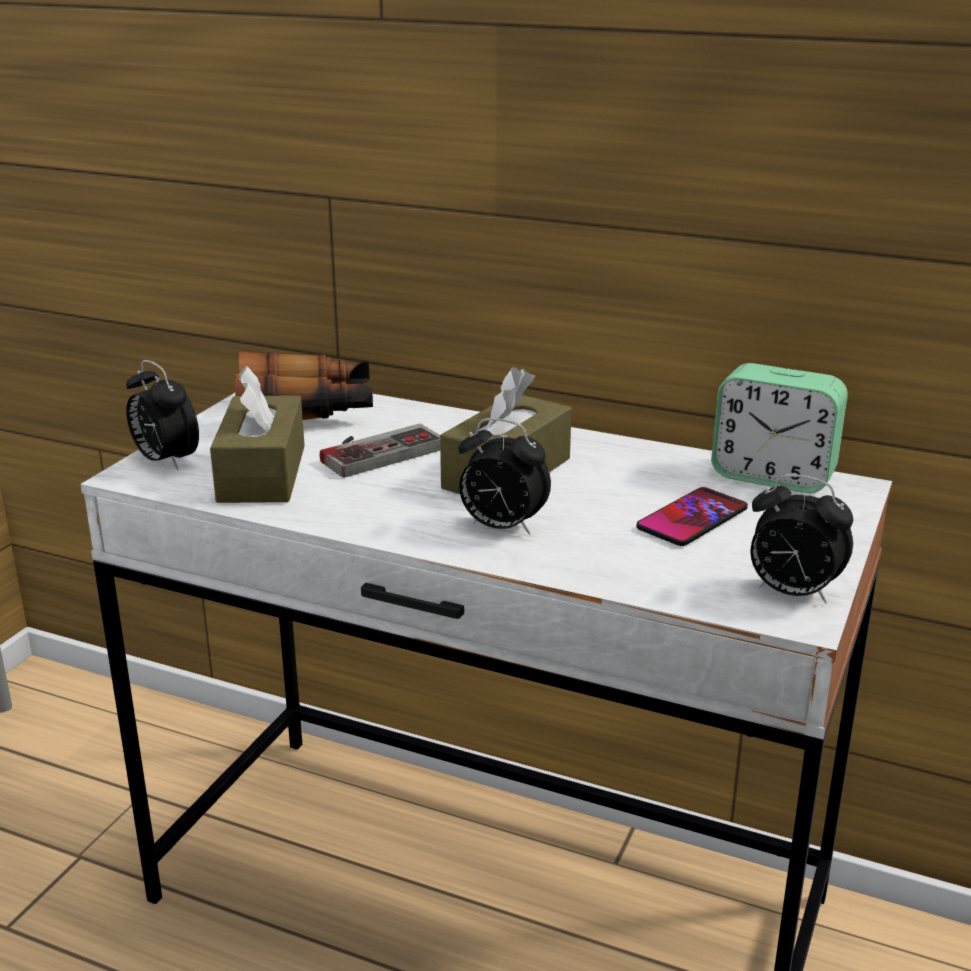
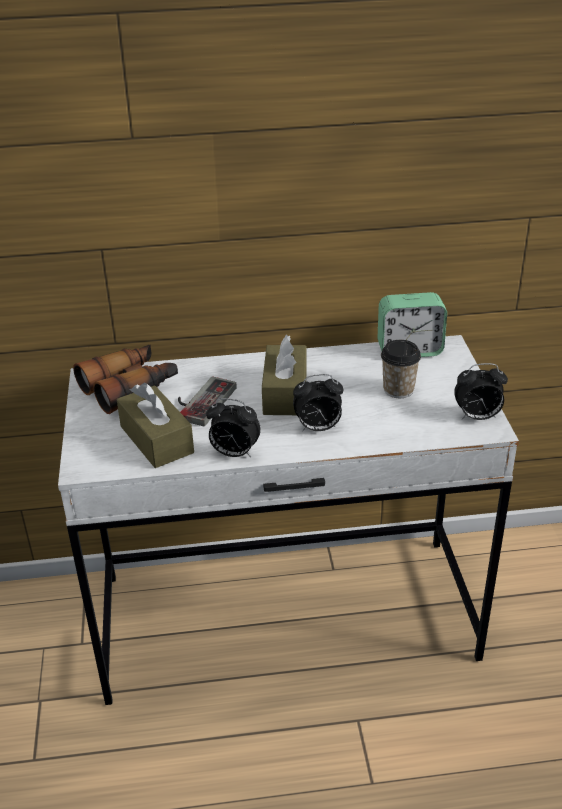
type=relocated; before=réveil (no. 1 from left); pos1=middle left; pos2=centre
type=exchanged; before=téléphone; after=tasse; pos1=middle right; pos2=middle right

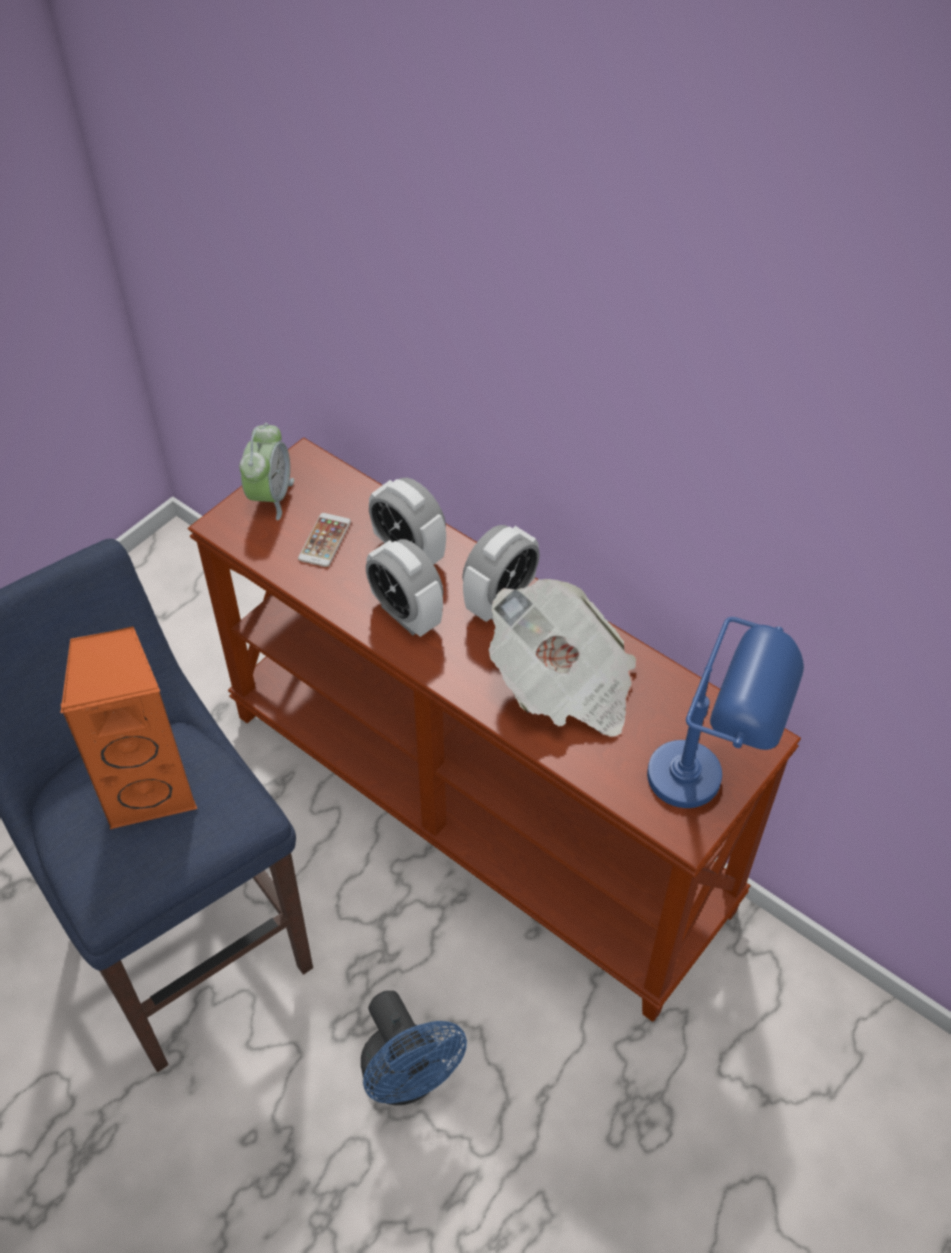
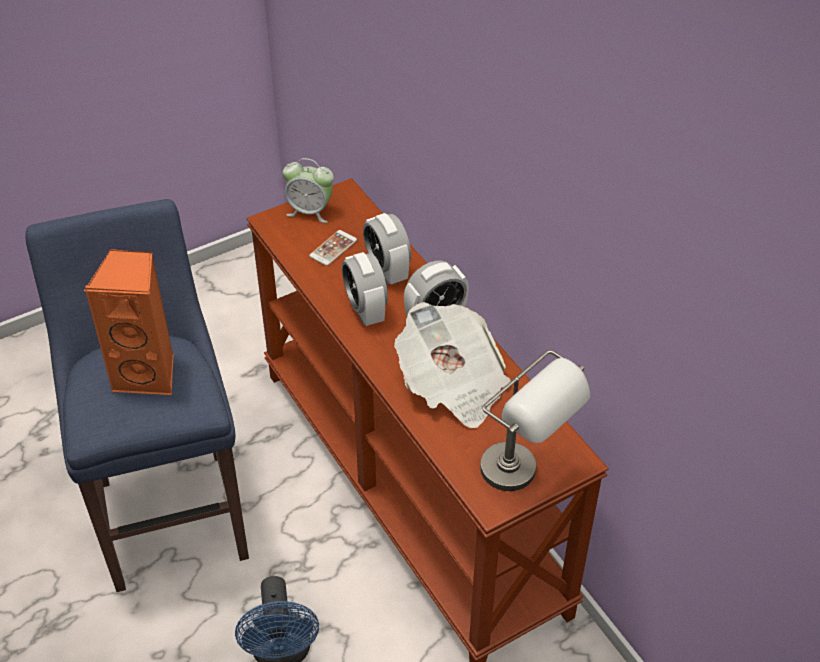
type=spun; before=réveil (no. 1 from left); pos1=middle left; pos2=top centre; turn=75
type=colour; before=lampe de table [bleu]; after=lampe de table [gris]; pos1=middle right; pos2=centre

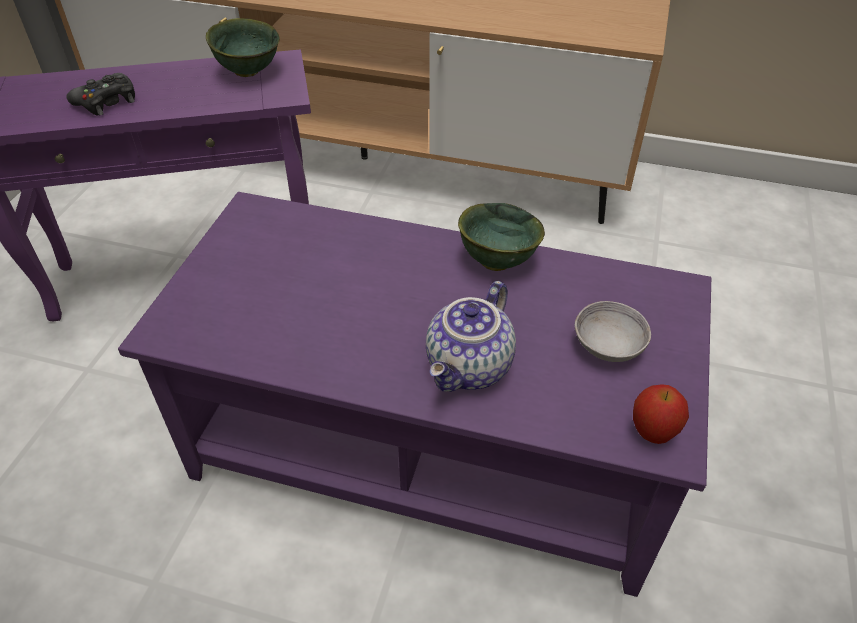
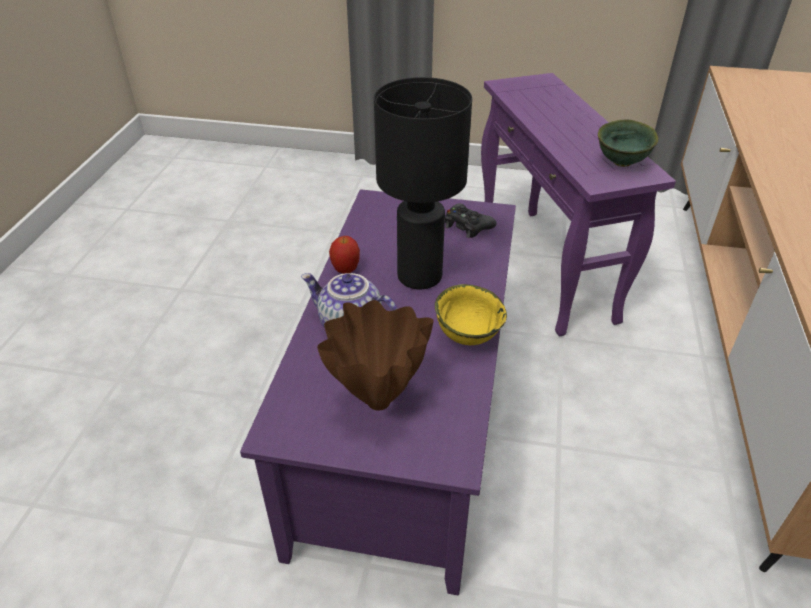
type=exchanged; before=bol [gris]; after=vase [marron]; pos1=middle right; pos2=centre
type=relocated; before=pomme; pos1=middle right; pos2=centre
type=appeared; after=lampe de table [noir]; pos2=top centre
type=colour; before=bol [vert] (no. 2 from left); after=bol [jaune]; pos1=centre; pos2=centre
type=relocated; before=manette [noir]; pos1=top left; pos2=centre

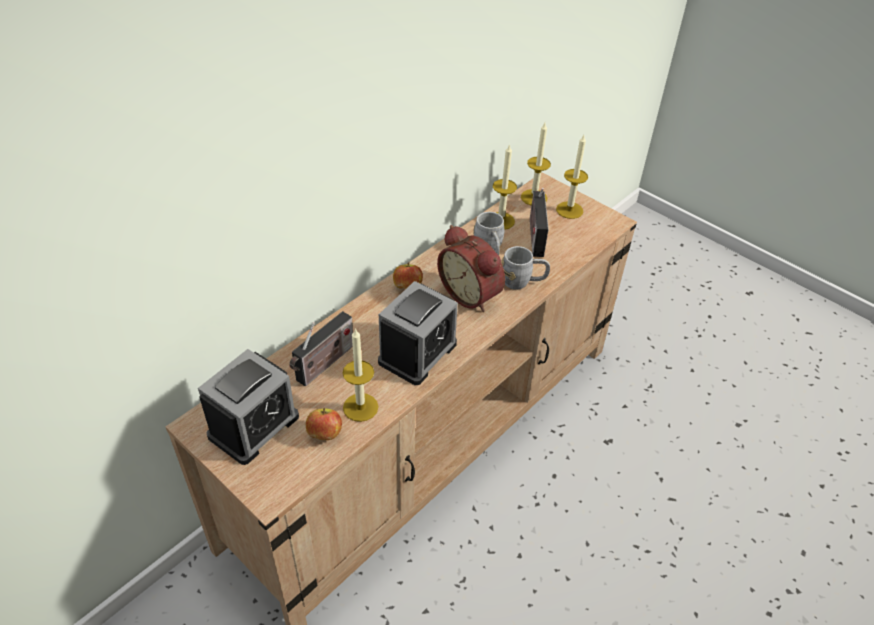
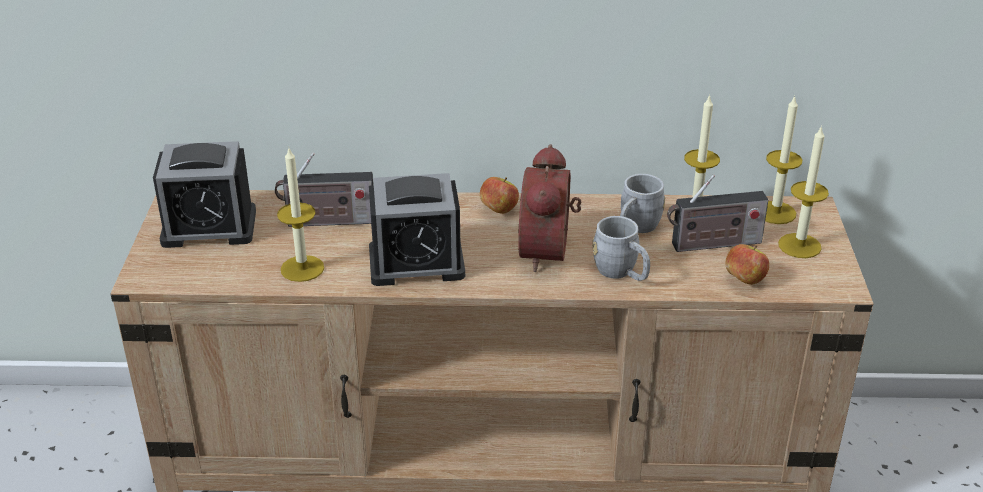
type=spun; before=radio (no. 2 from left); pos1=centre; pos2=middle right; turn=-150
type=relocated; before=pomme (no. 1 from left in the first image); after=pomme (no. 2 from left); pos1=bottom centre; pos2=middle right

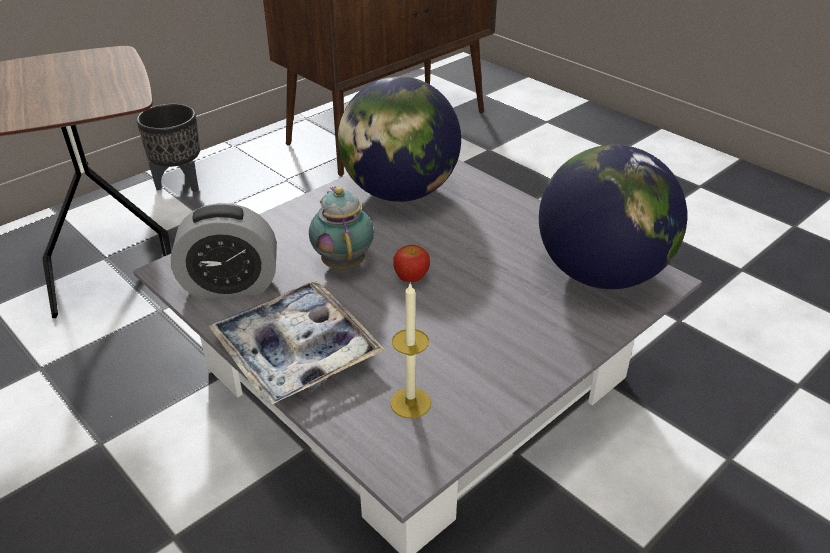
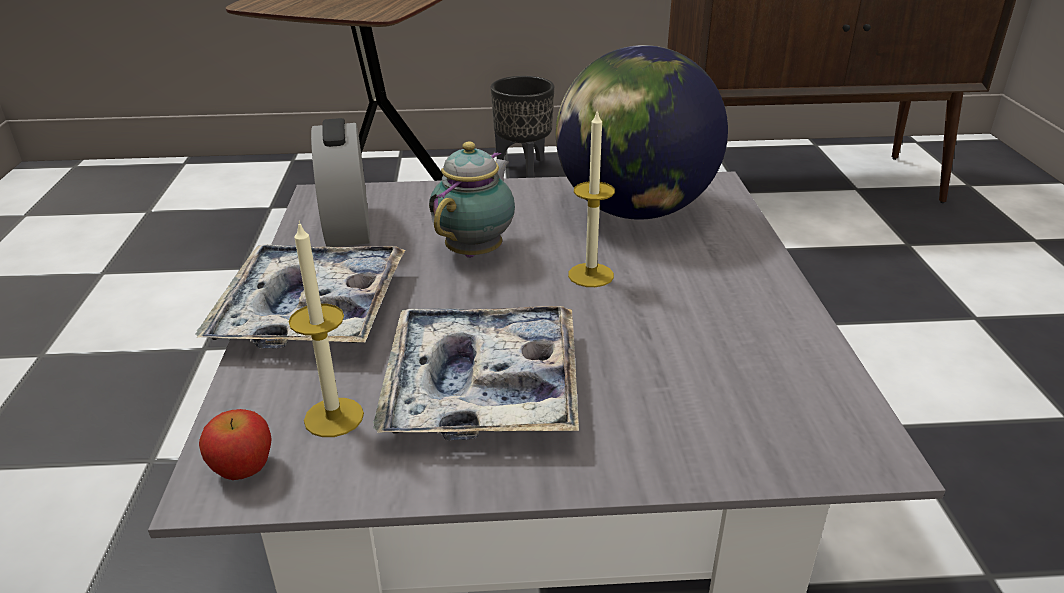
type=relocated; before=pomme; pos1=centre; pos2=bottom left
type=spun; before=réveil; pos1=middle left; pos2=top left; turn=45
type=appeared; after=plateau (no. 2 from left); pos2=centre
type=appeared; after=bougie (no. 2 from left); pos2=centre
type=missing; before=globe (no. 2 from left); pos1=middle right

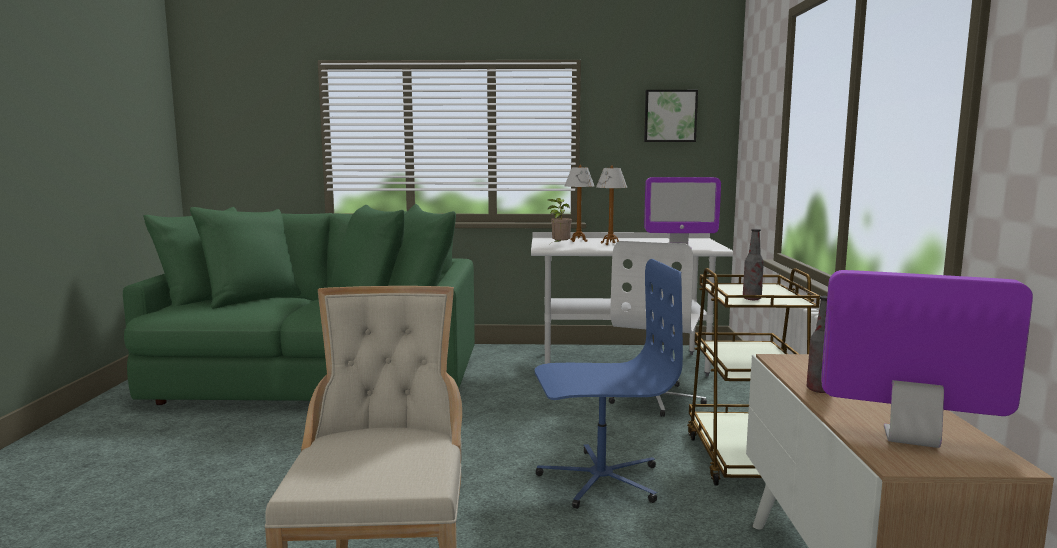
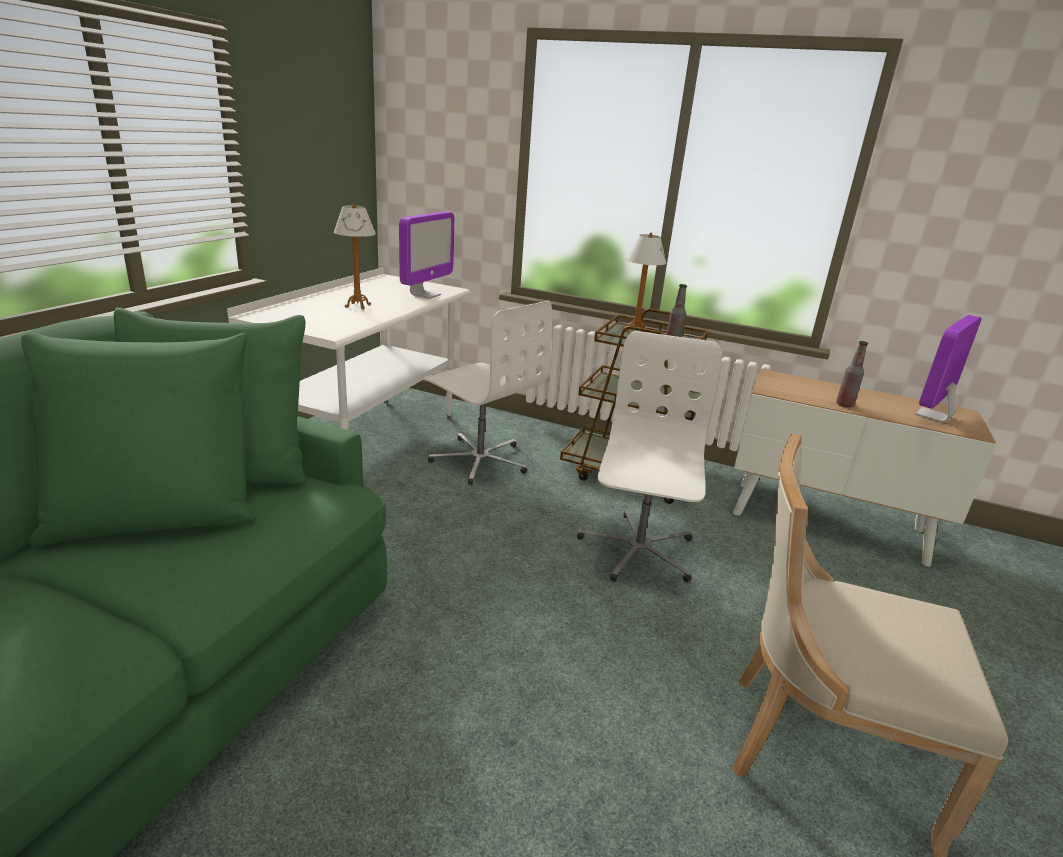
type=colour; before=chaise de bureau [bleu]; after=chaise de bureau [blanc] (no. 2 from left); pos1=bottom centre; pos2=centre
type=relocated; before=lampe de table (no. 1 from left in the first image); after=lampe de table (no. 2 from left); pos1=centre; pos2=top centre
type=missing; before=plante en pot; pos1=centre
type=missing; before=tableau; pos1=top centre

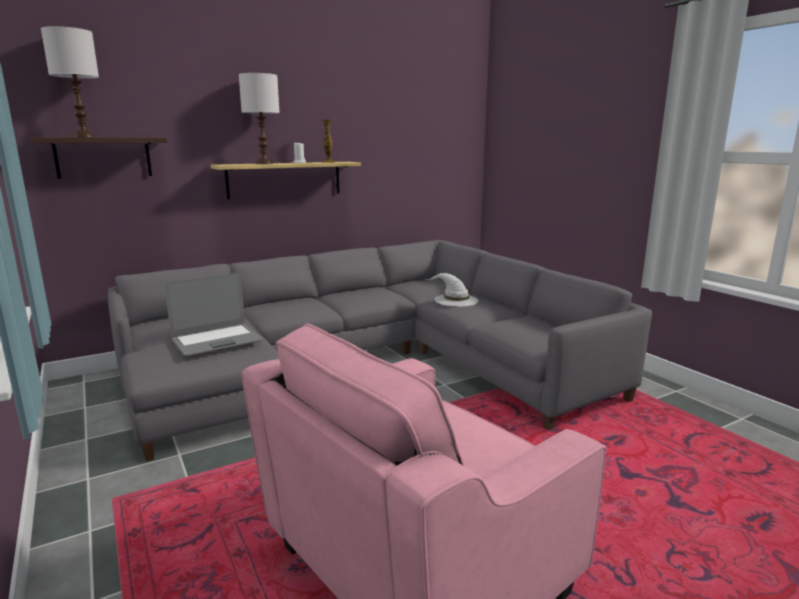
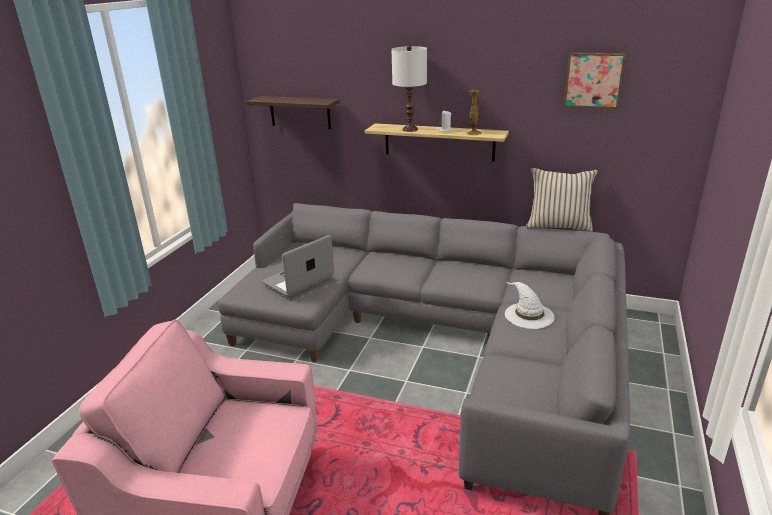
type=spun; before=ordinateur portable; pos1=middle left; pos2=centre; turn=120
type=appeared; after=coussin [beige]; pos2=middle right
type=appeared; after=tableau; pos2=top right
type=missing; before=lampe de table [blanc] (no. 1 from left); pos1=top left

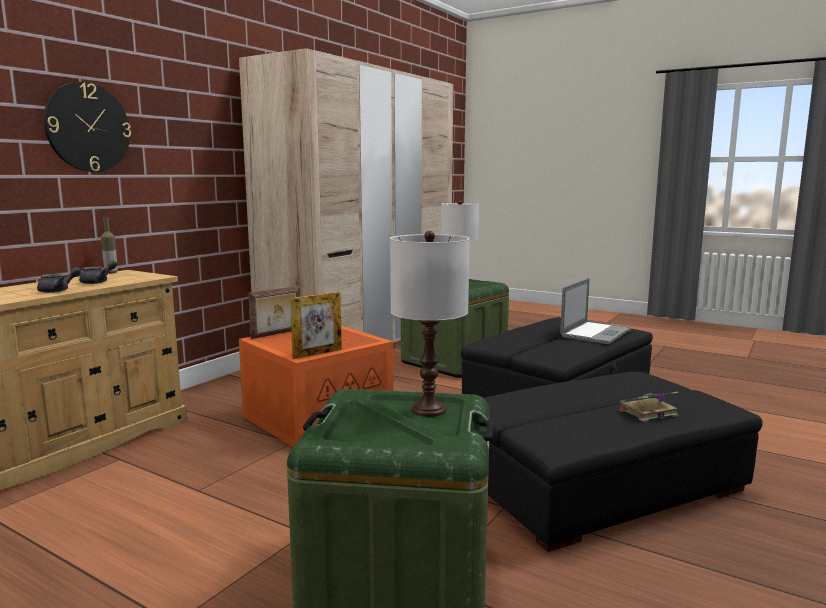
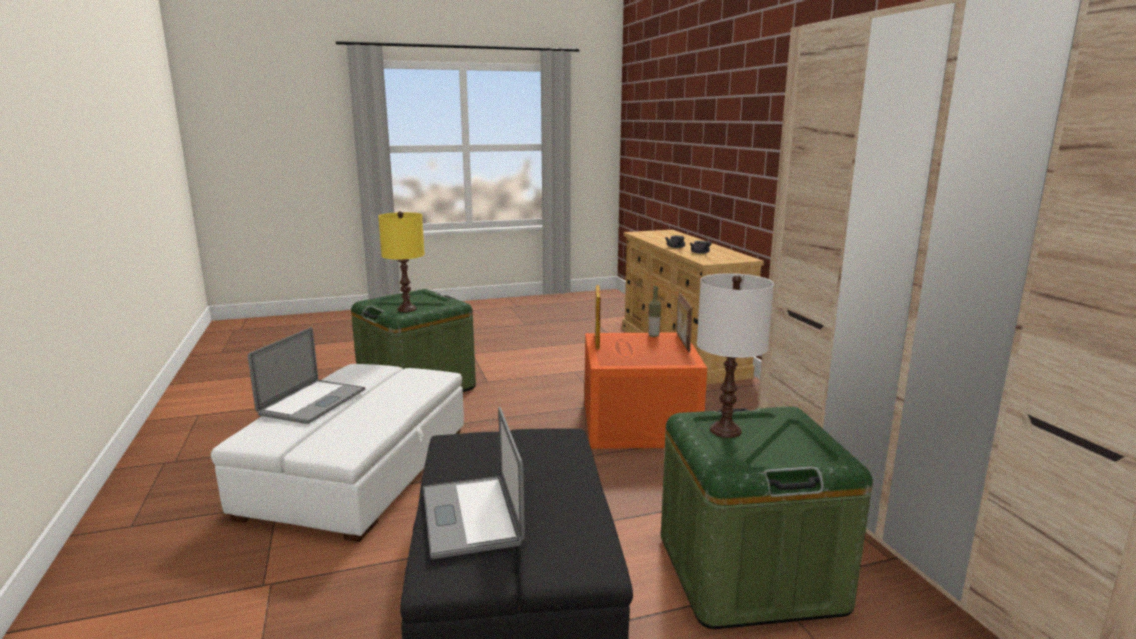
type=colour; before=pouf [noir] (no. 2 from left); after=pouf [blanc]; pos1=bottom right; pos2=bottom left
type=exchanged; before=livre; after=ordinateur portable (no. 1 from left); pos1=bottom right; pos2=middle left
type=colour; before=lampe de table [blanc] (no. 1 from left); after=lampe de table [jaune]; pos1=centre; pos2=centre
type=relocated; before=bouteille; pos1=middle left; pos2=centre
type=missing; before=horloge murale; pos1=top left

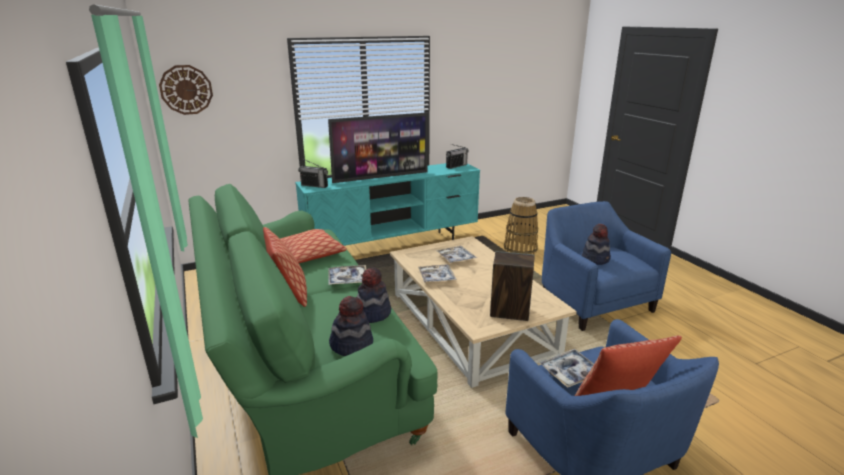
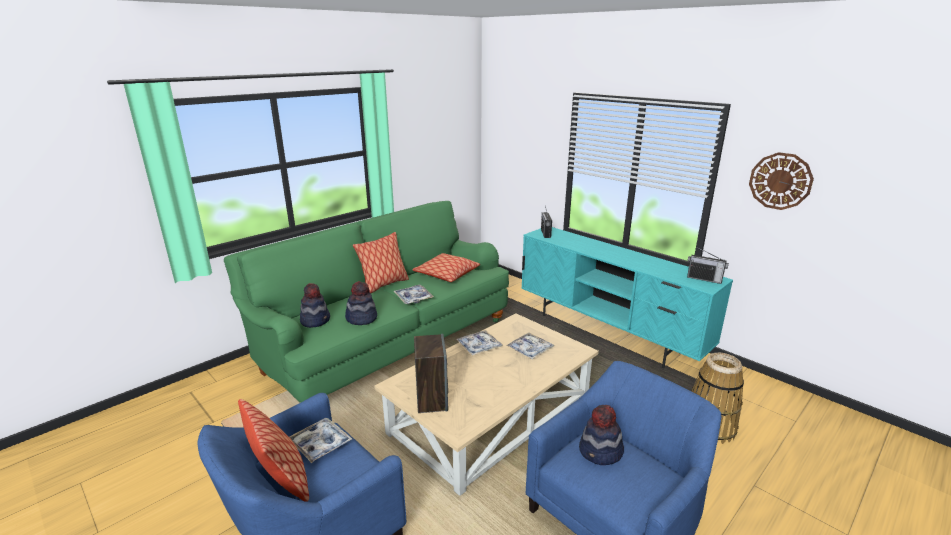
type=relocated; before=horloge murale; pos1=top left; pos2=middle right
type=missing; before=téléviseur; pos1=top centre

